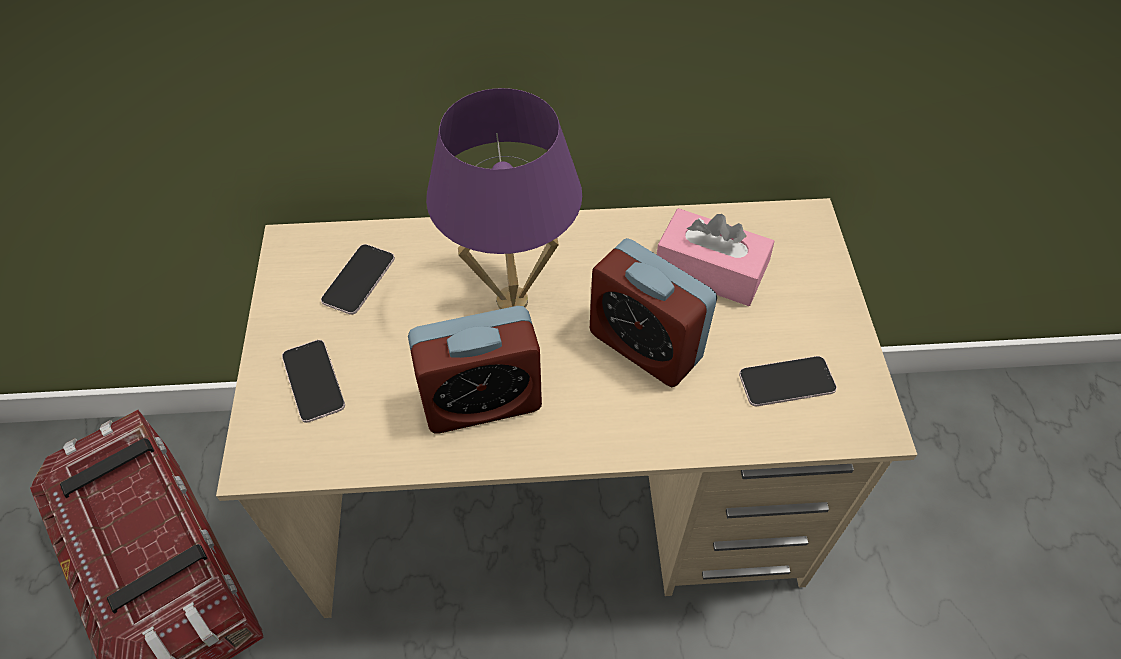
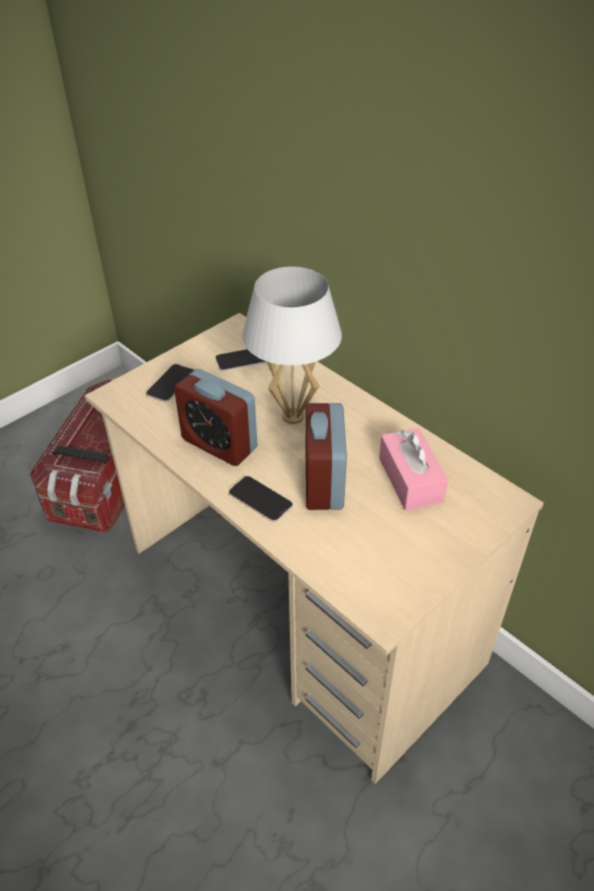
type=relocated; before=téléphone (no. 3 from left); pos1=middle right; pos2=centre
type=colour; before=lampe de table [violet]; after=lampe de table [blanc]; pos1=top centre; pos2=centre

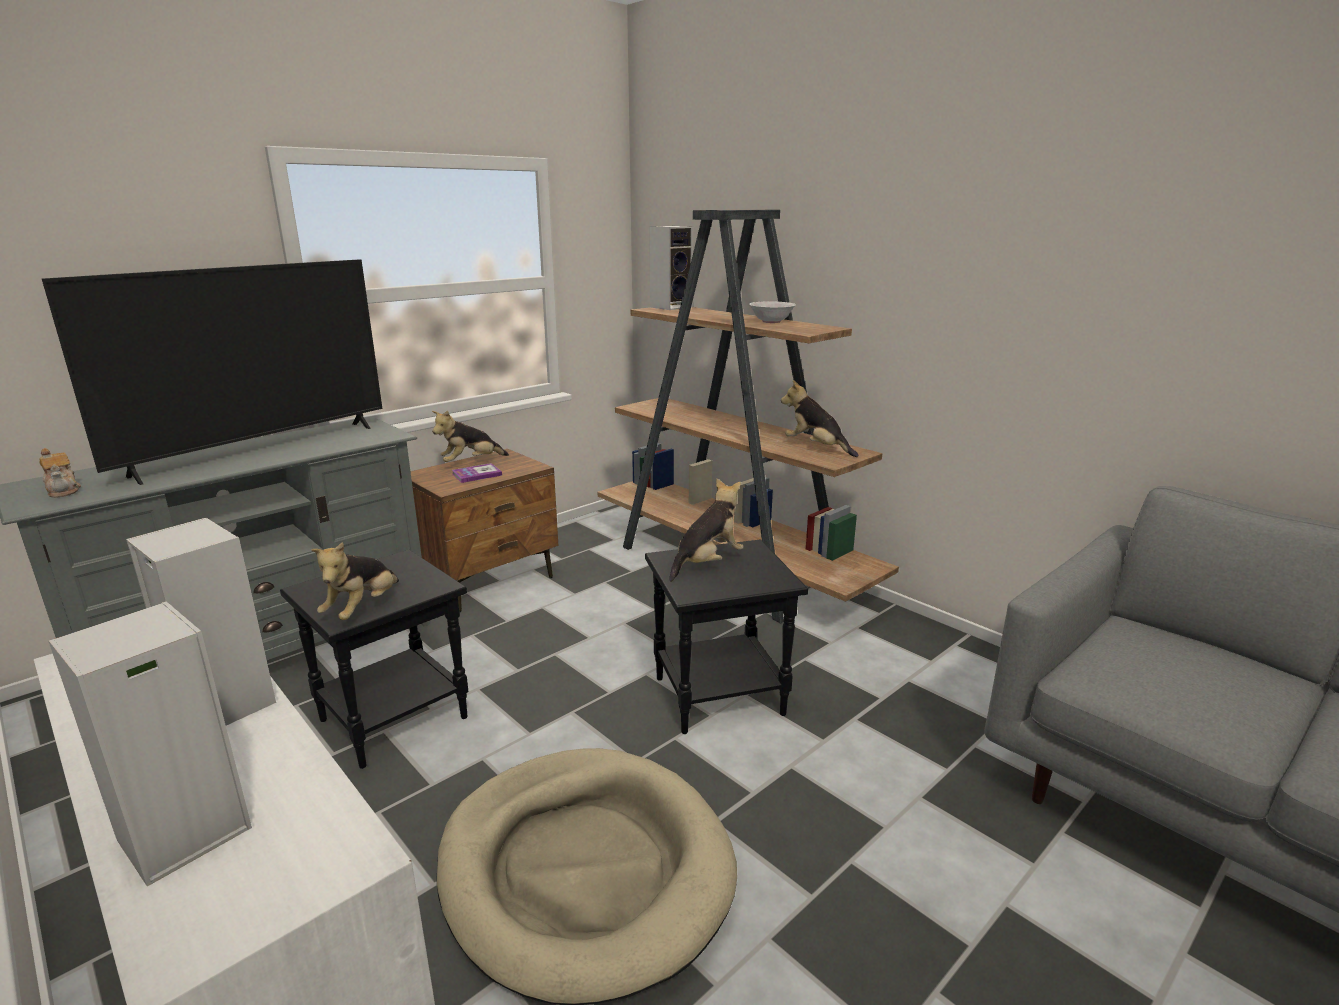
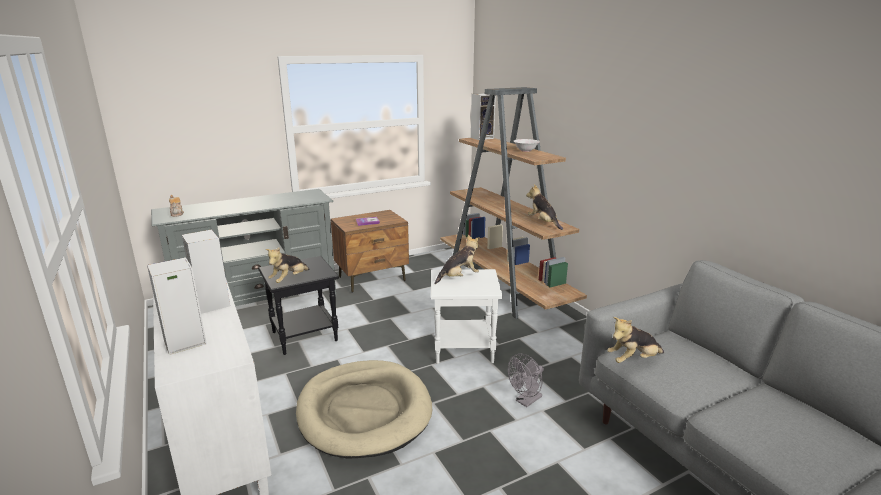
type=colour; before=table d'appoint [noir] (no. 2 from left); after=table d'appoint [blanc]; pos1=centre; pos2=centre
type=appeared; after=ventilateur [gris]; pos2=bottom centre
type=relocated; before=peluche (no. 2 from left in the first image); after=peluche (no. 4 from left); pos1=centre; pos2=bottom right
type=missing; before=téléviseur; pos1=middle left

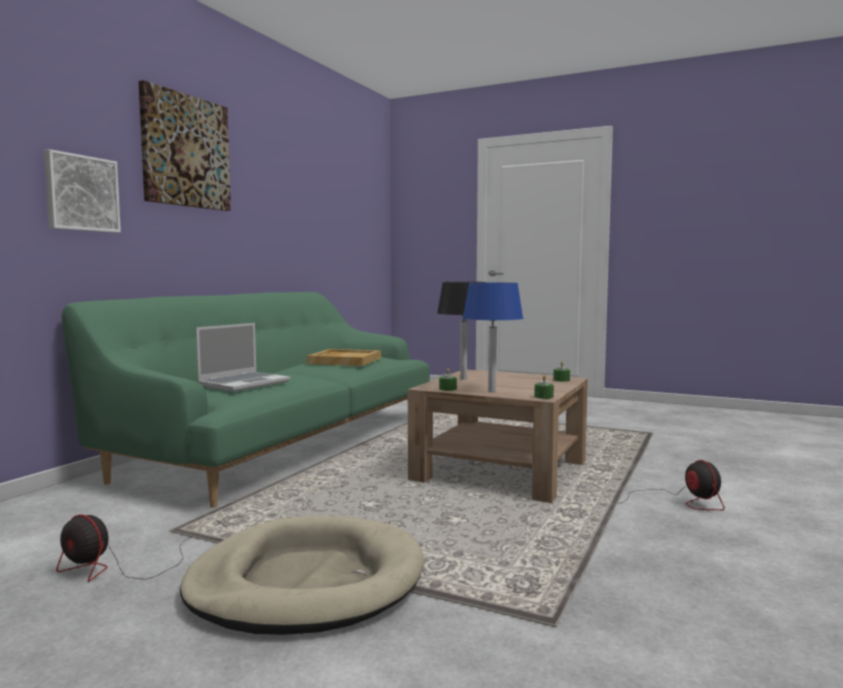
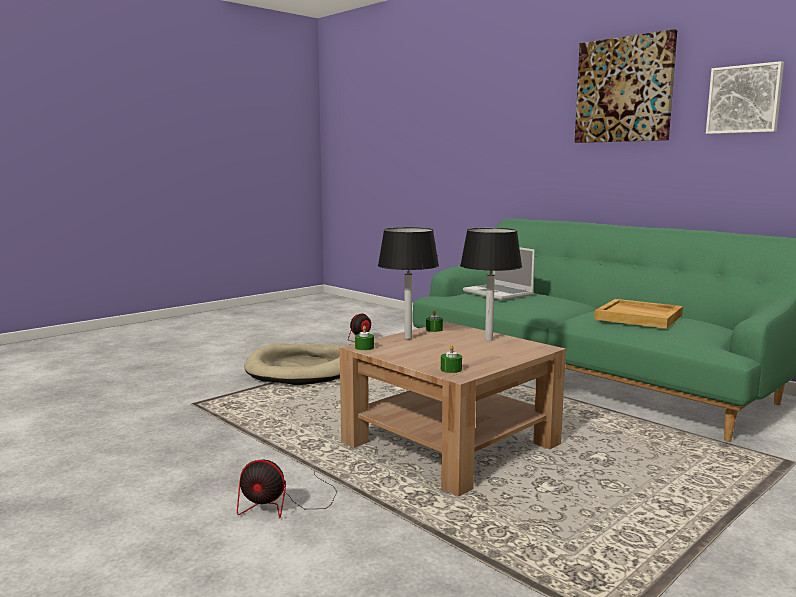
type=colour; before=lampe de table [bleu]; after=lampe de table [noir] (no. 1 from left); pos1=centre; pos2=centre
type=relocated; before=tableau (no. 1 from left in the first image); after=tableau (no. 2 from left); pos1=top left; pos2=top right

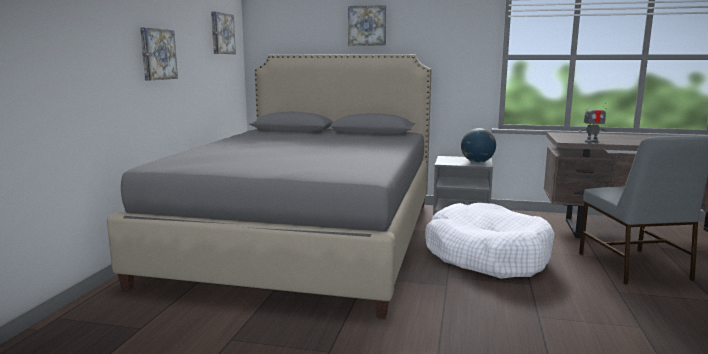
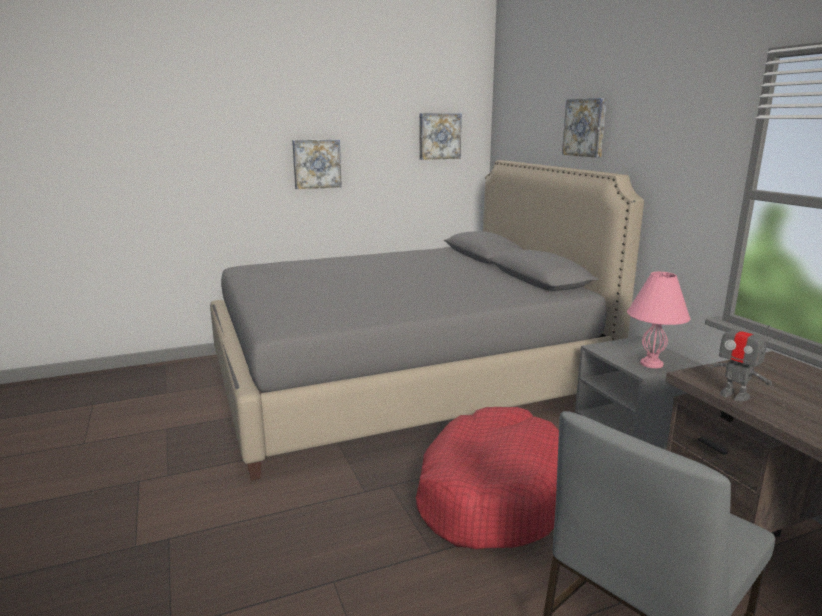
type=colour; before=panier pour chien [blanc]; after=panier pour chien [rouge]; pos1=bottom right; pos2=bottom centre
type=exchanged; before=globe; after=lampe de table [rose]; pos1=middle right; pos2=middle right

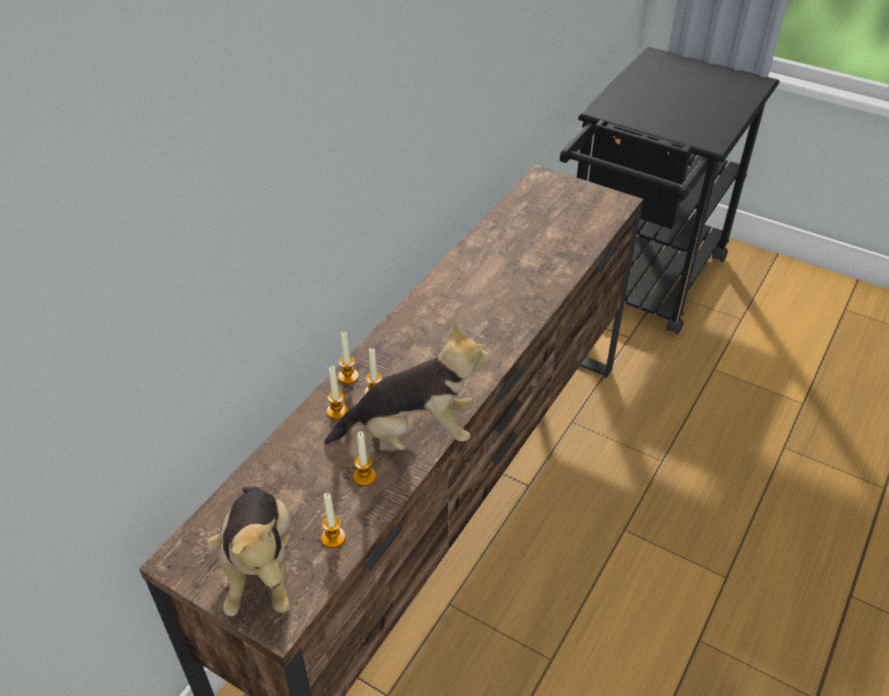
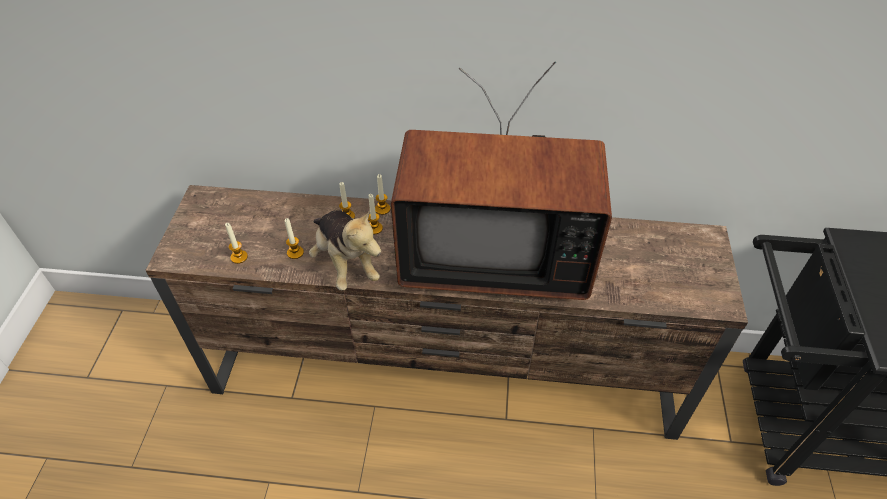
type=appeared; after=téléviseur; pos2=centre
type=missing; before=peluche (no. 1 from left); pos1=bottom left

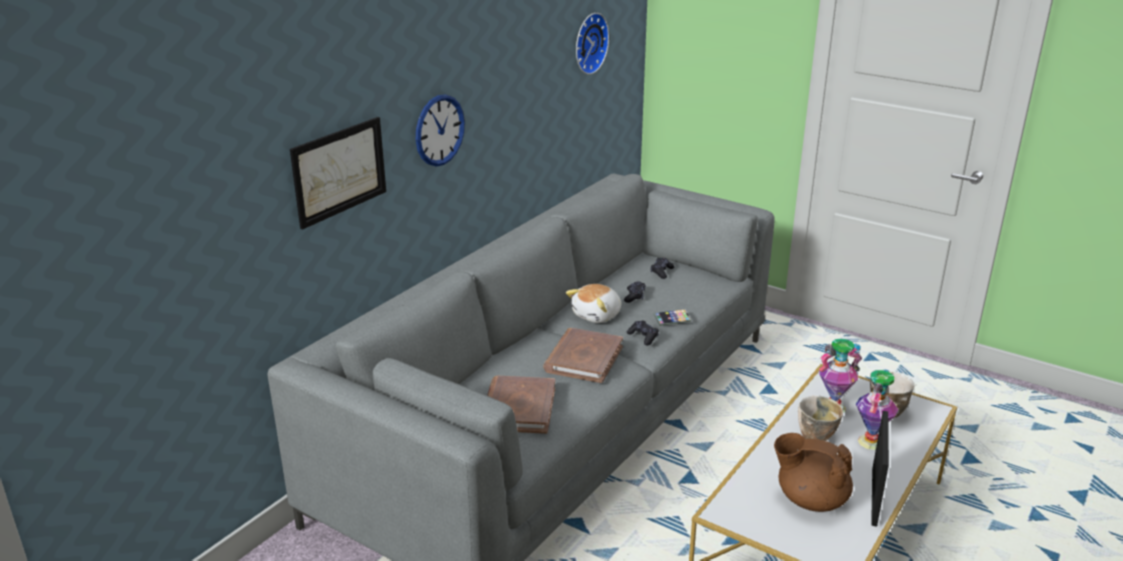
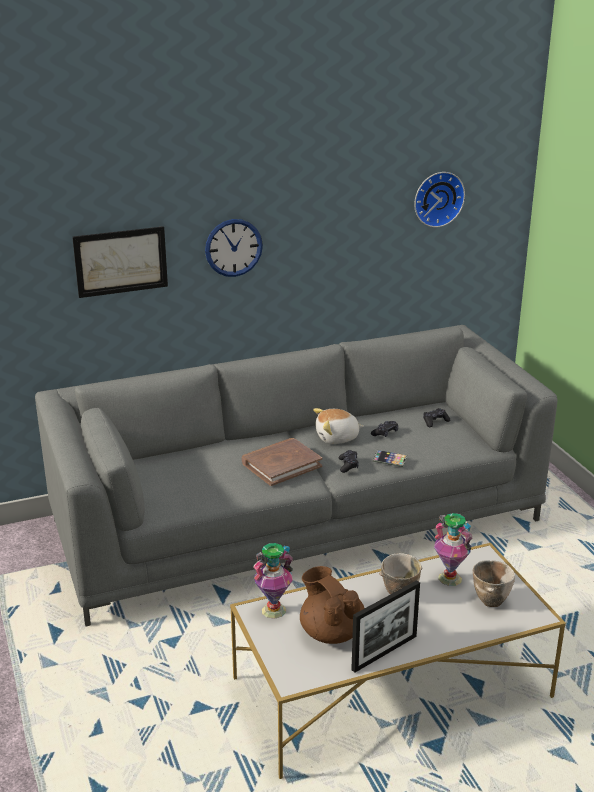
type=relocated; before=vase (no. 2 from left in the first image); after=vase (no. 1 from left); pos1=bottom right; pos2=bottom centre
type=missing; before=livre [marron] (no. 1 from left); pos1=bottom centre

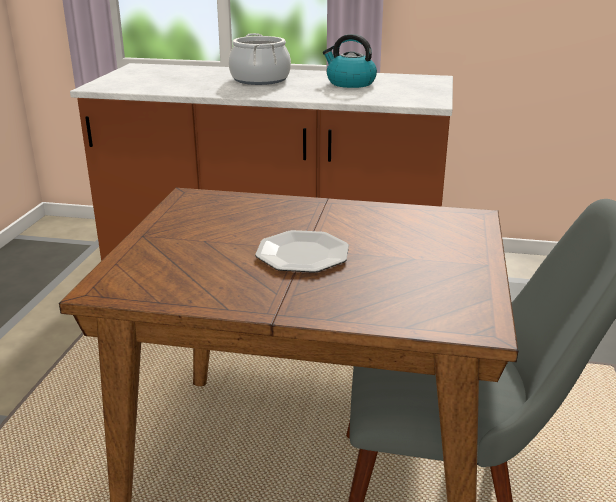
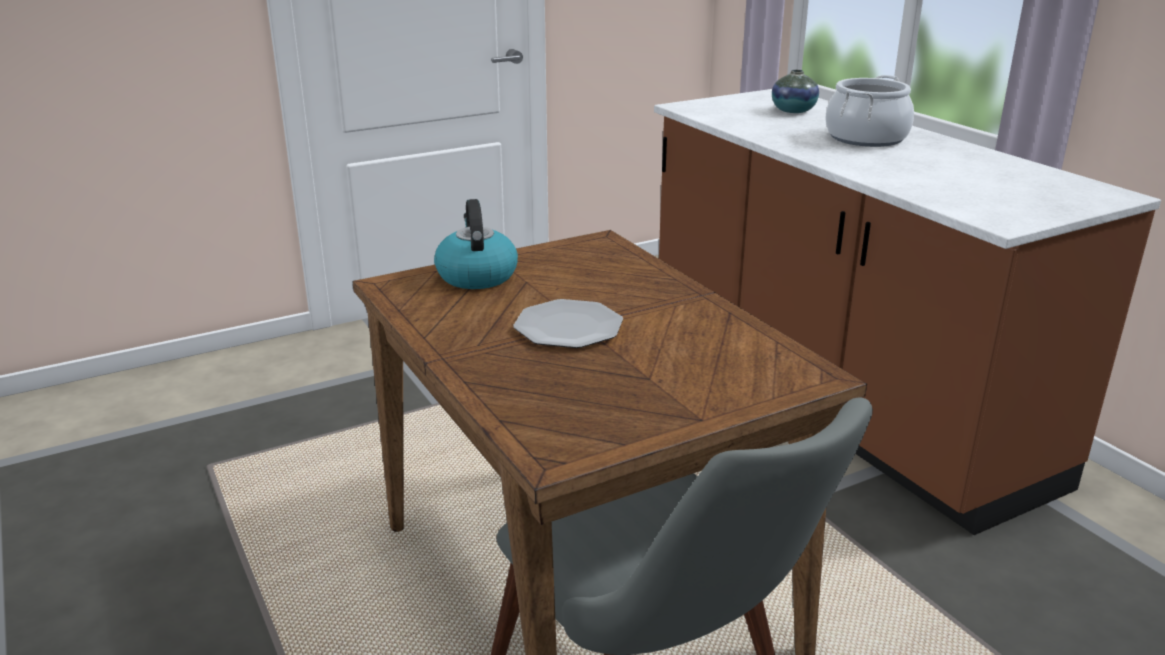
type=relocated; before=bouilloire; pos1=top centre; pos2=centre
type=appeared; after=vase; pos2=top right

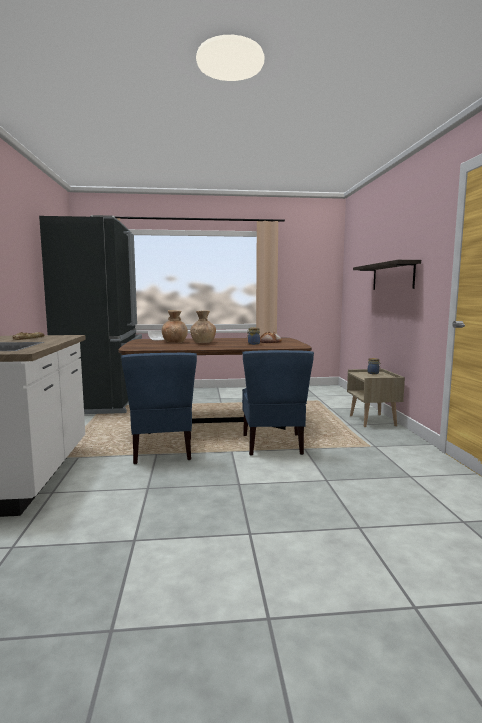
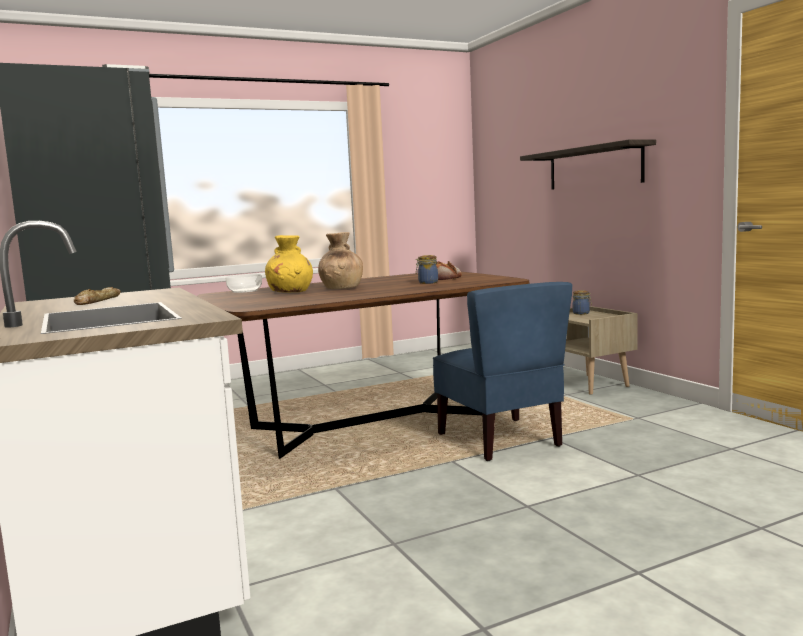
type=colour; before=vase [marron] (no. 1 from left); after=vase [jaune]; pos1=centre; pos2=centre
type=missing; before=chaise [bleu] (no. 1 from left); pos1=middle left

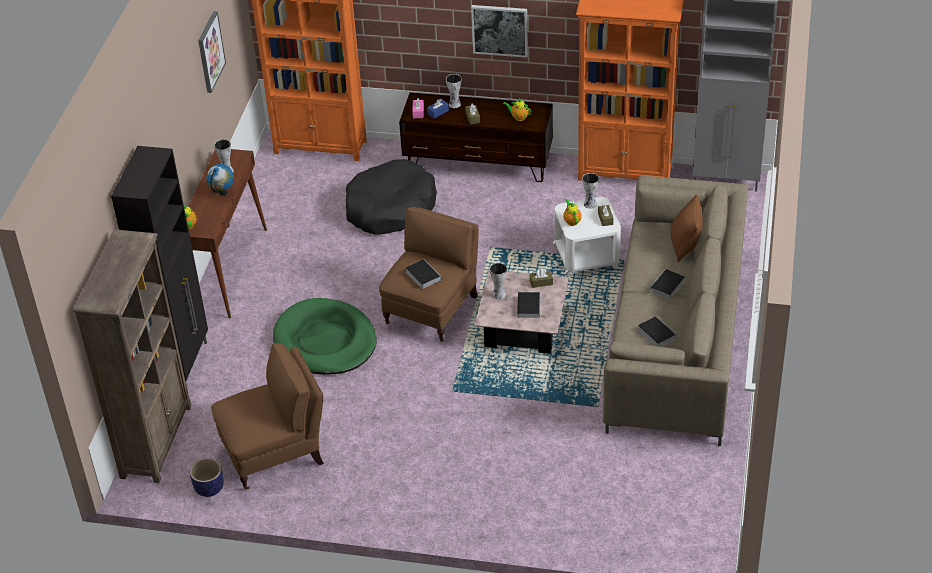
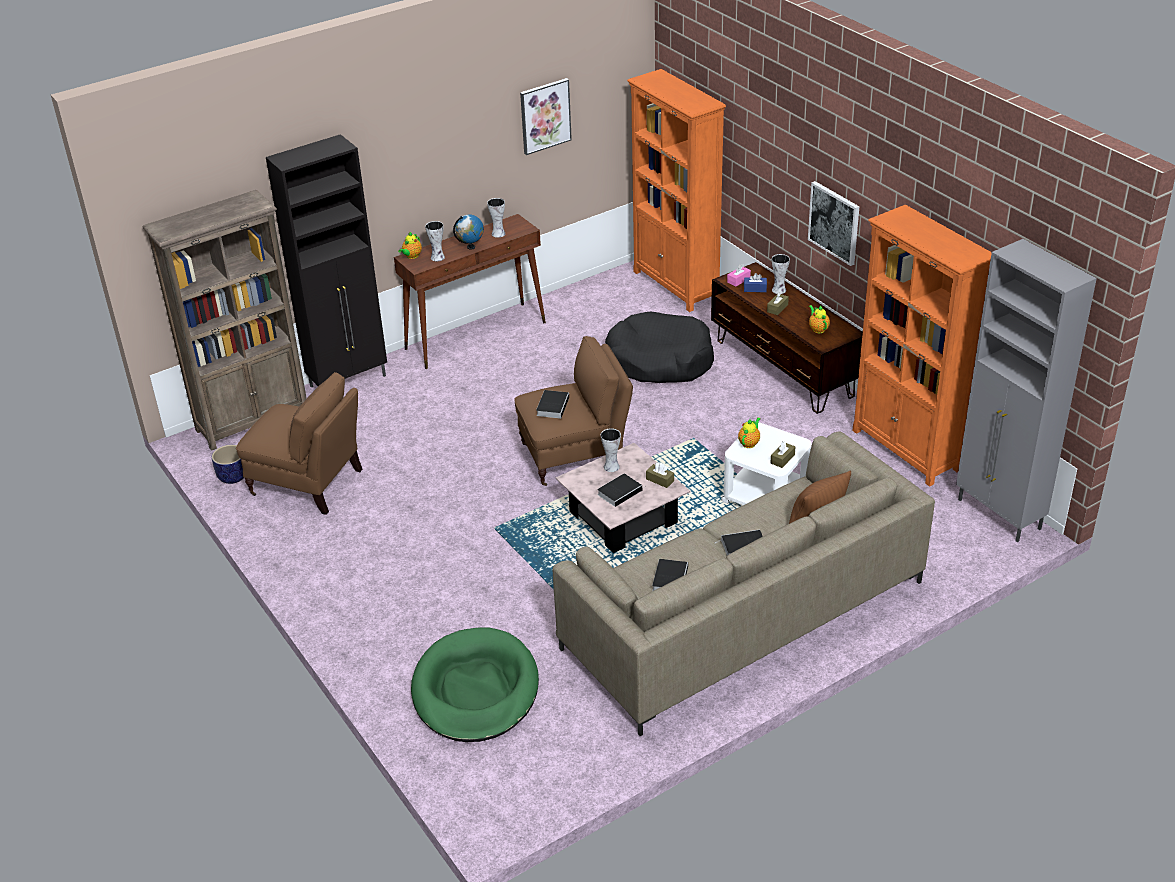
type=relocated; before=panier pour chien [vert]; pos1=centre; pos2=bottom centre
type=relocated; before=vase (no. 4 from left in the first image); after=vase (no. 1 from left); pos1=centre; pos2=top centre

